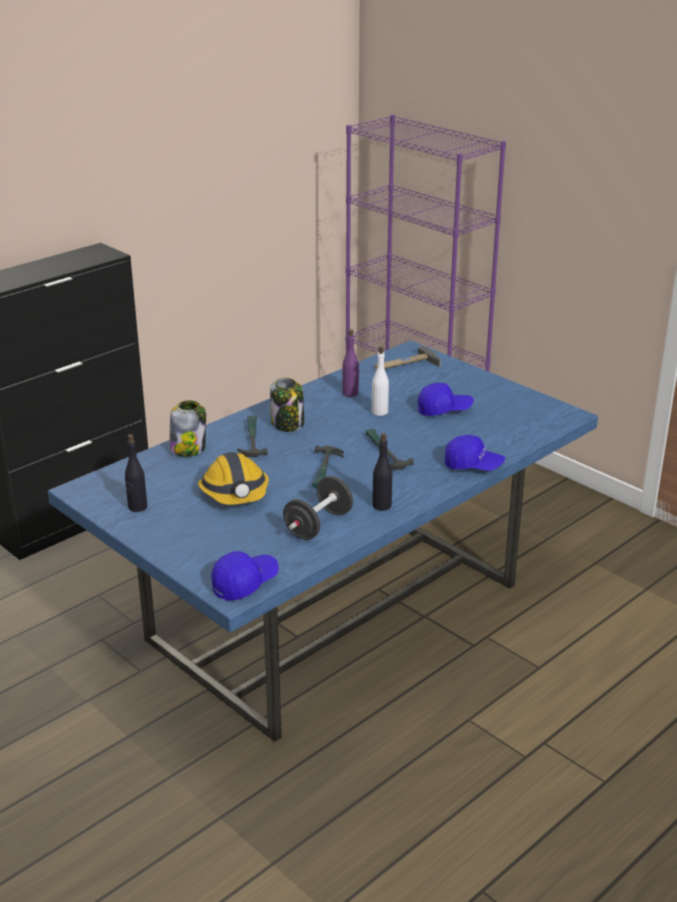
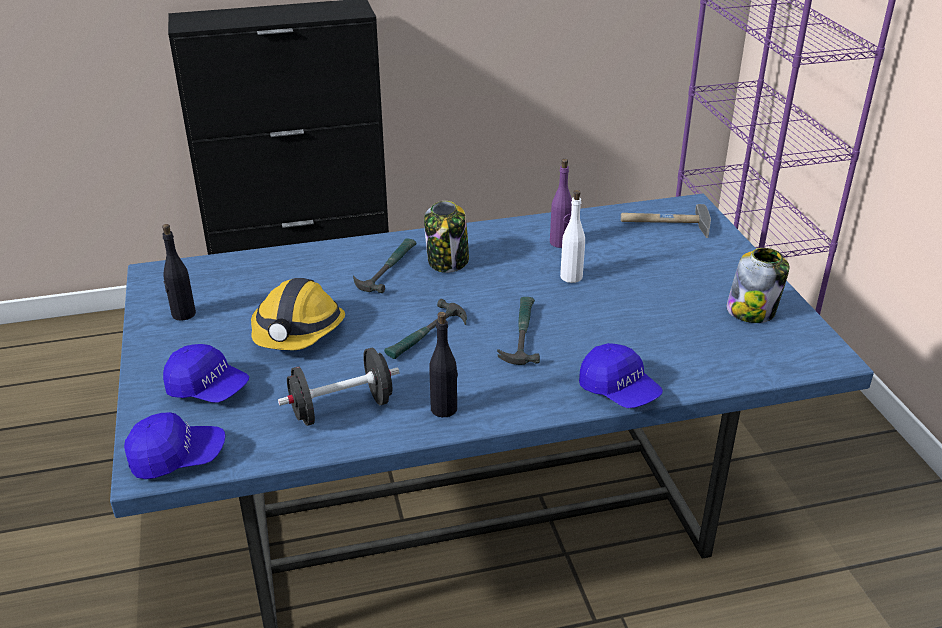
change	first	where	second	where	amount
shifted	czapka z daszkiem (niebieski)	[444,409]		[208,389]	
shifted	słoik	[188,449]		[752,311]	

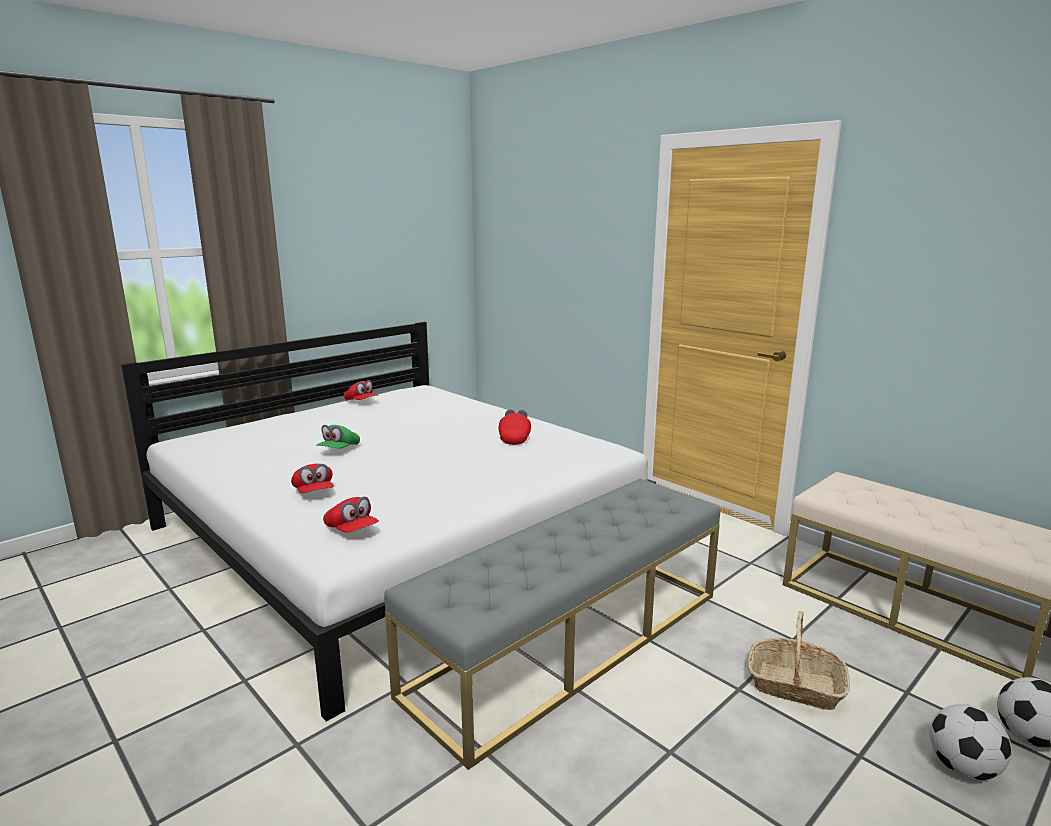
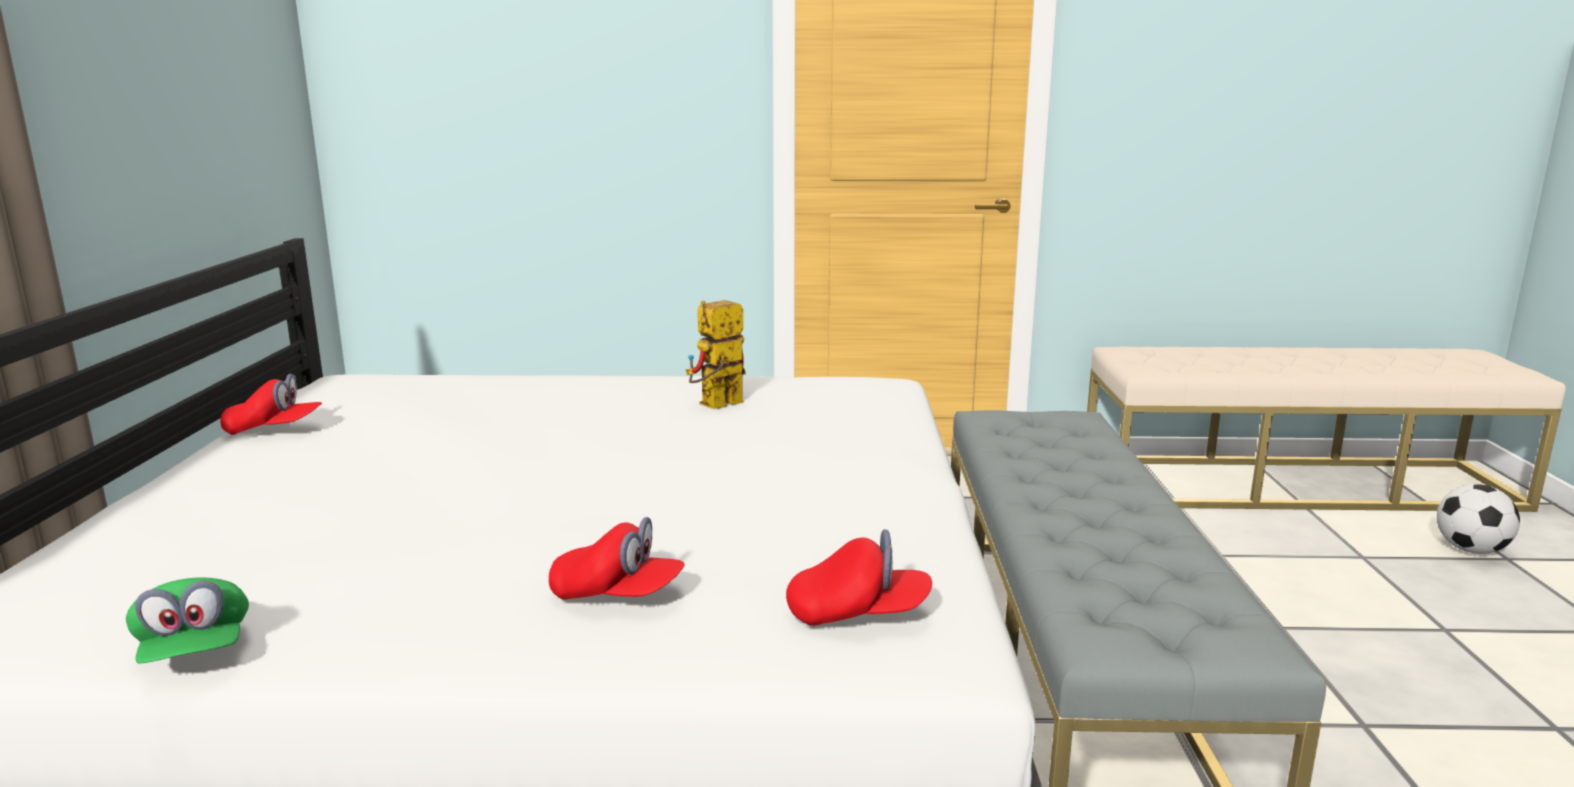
change	first	where	second	where	amount
swapped	czapka z daszkiem (czerwony)	[515,438]	robot zabawkowy	[716,406]	
shifted	czapka z daszkiem (zielony)	[339,450]		[195,652]	
gone	koszyk	[794,685]			
gone	piłka futbolowa	[963,768]			

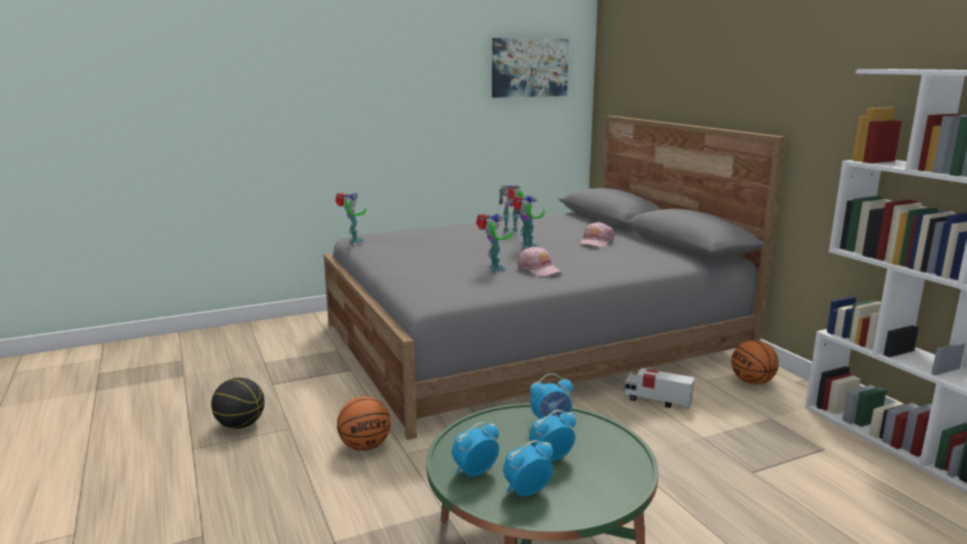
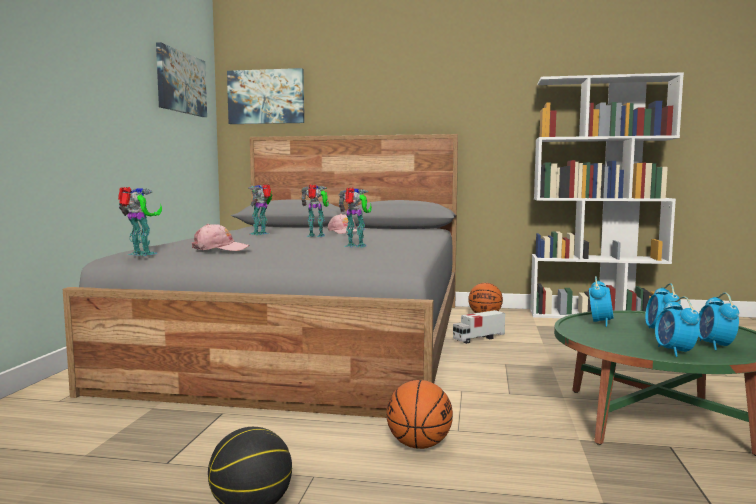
change	first	where	second	where	amount
shifted	czapka z daszkiem (różowy)	[539,269]		[220,249]	
new			obraz	[266,97]	

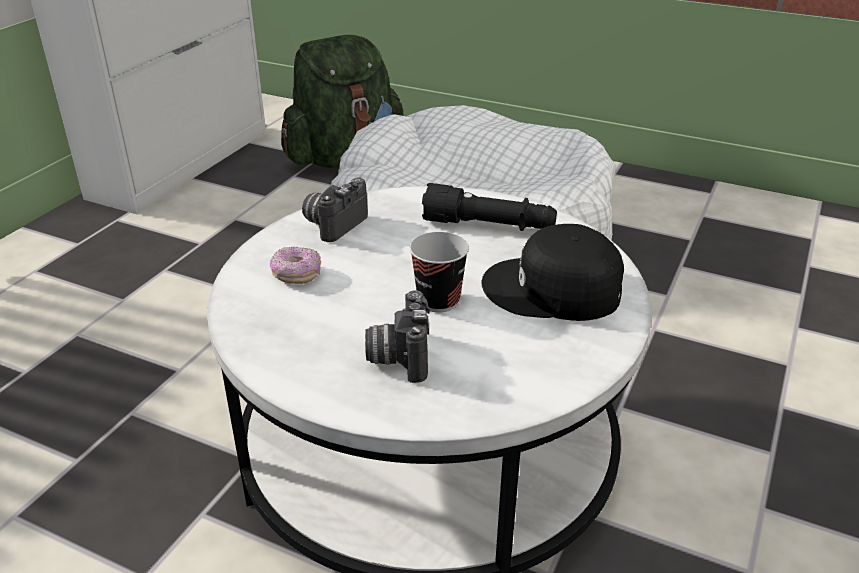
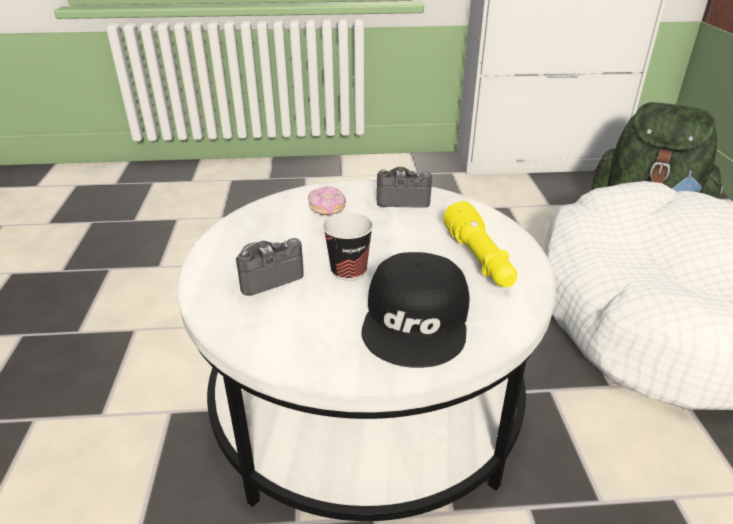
change	first	where	second	where	amount
repainted	latarka (czarny)	[489,226]	latarka (żółty)	[479,260]	
rotated	czapka z daszkiem (czarny)	[553,290]		[417,321]	150 degrees counterclockwise

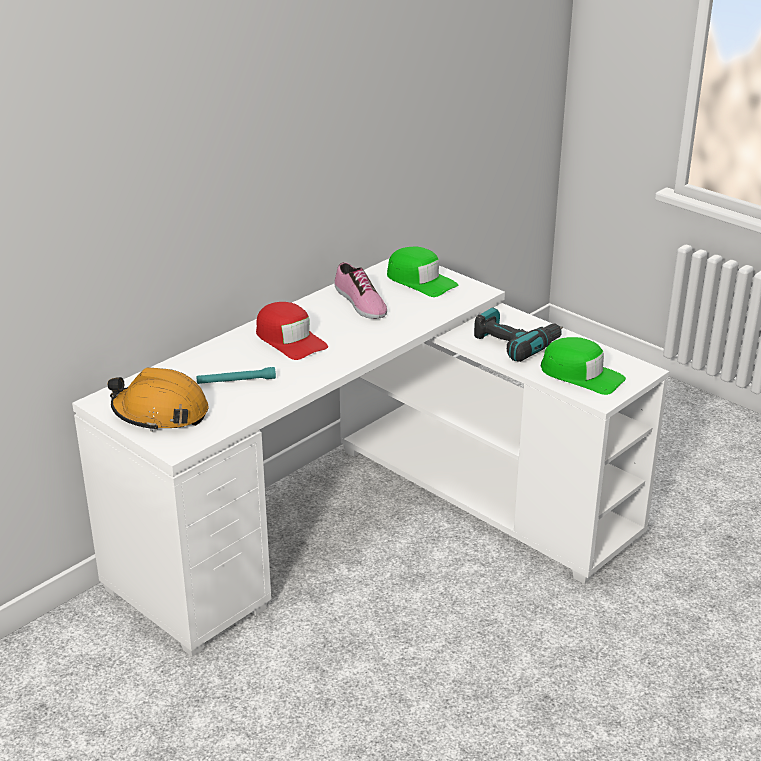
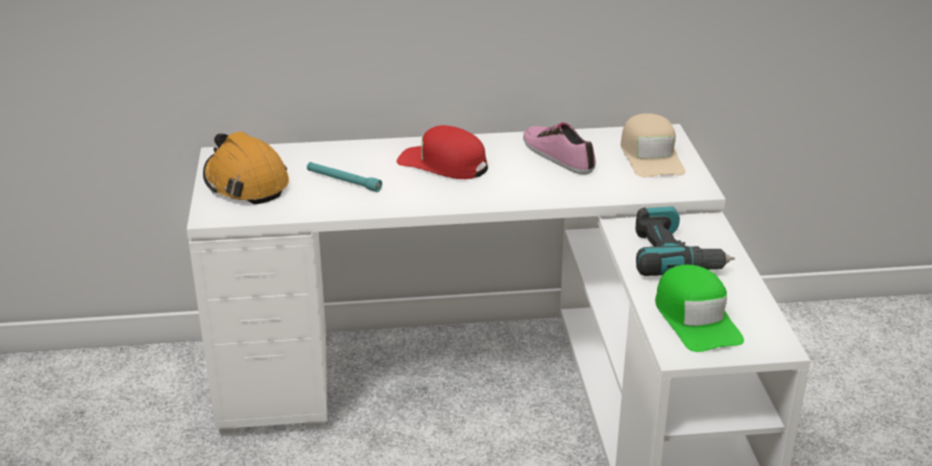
change	first	where	second	where	amount
repainted	czapka z daszkiem (zielony)	[420,281]	czapka z daszkiem (beżowy)	[651,156]	
rotated	but	[359,302]		[558,155]	135 degrees clockwise
rotated	czapka z daszkiem (czerwony)	[290,339]		[443,164]	120 degrees clockwise

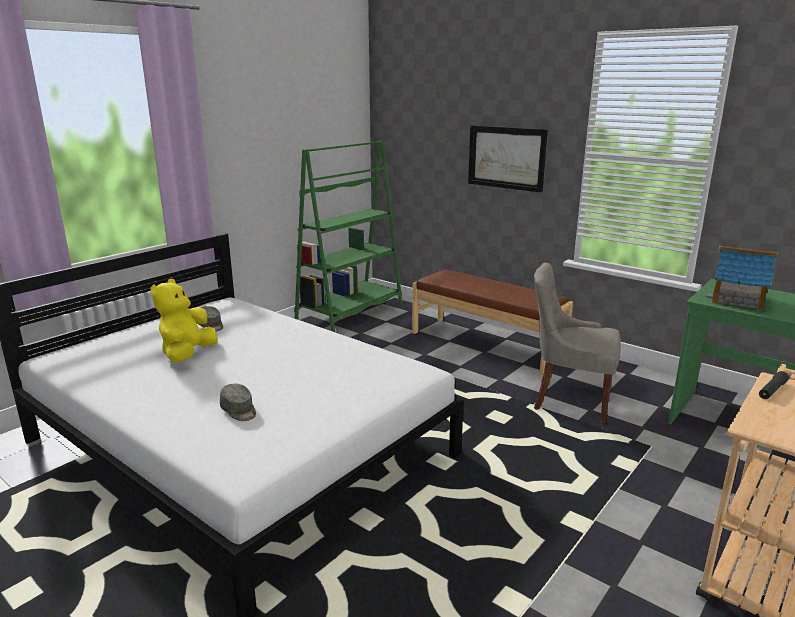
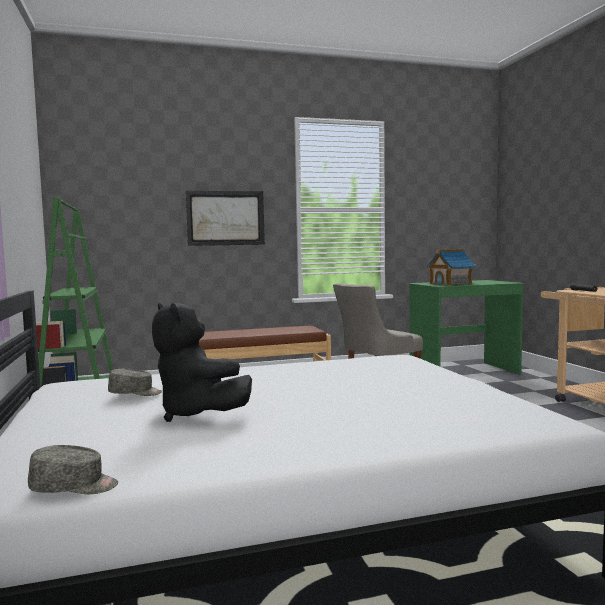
change	first	where	second	where	amount
repainted	pluszak (żółty)	[188,355]	pluszak (czarny)	[197,413]	
shifted	czapka z daszkiem (szary)	[239,411]		[74,487]	

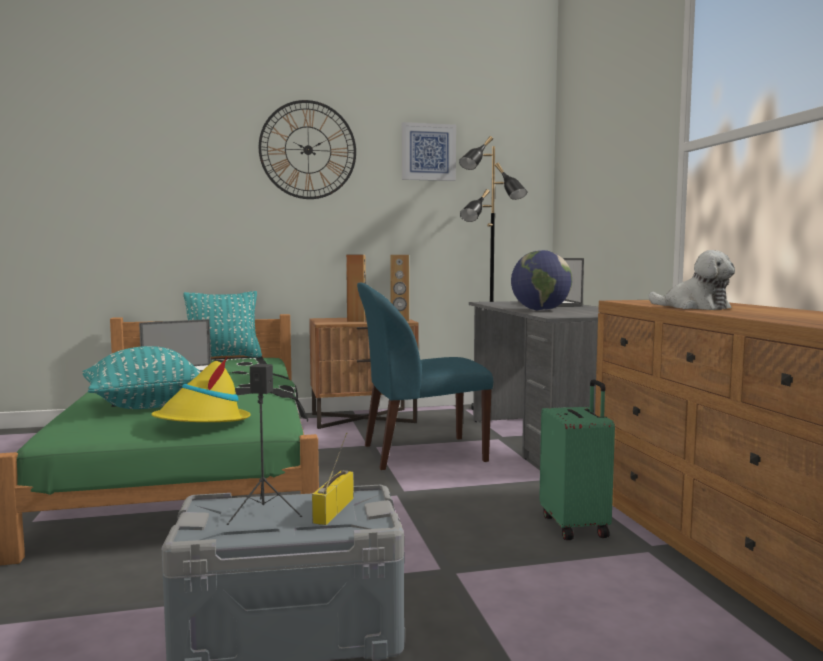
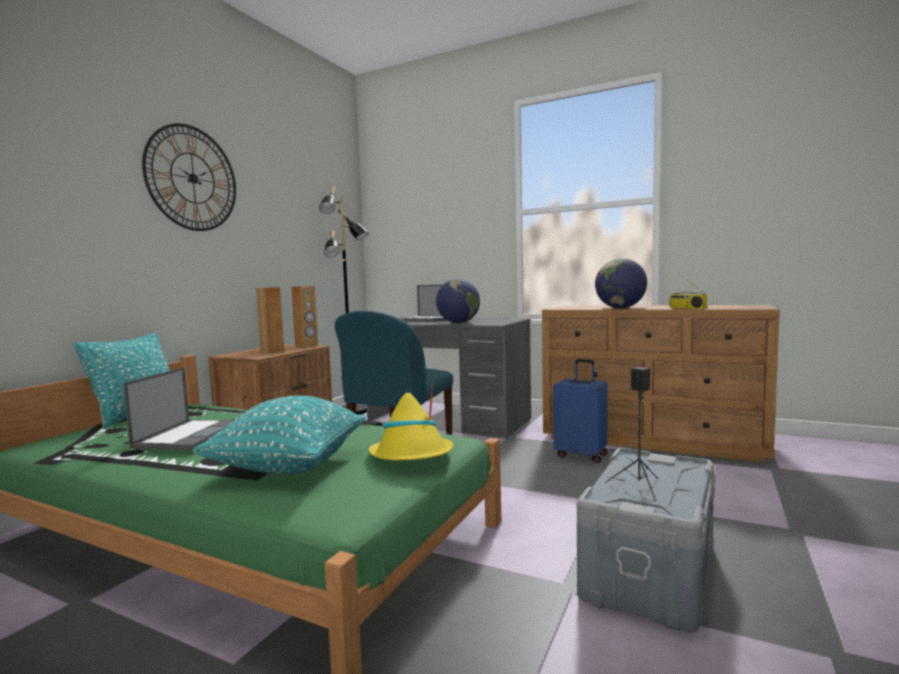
change	first	where	second	where	amount
gone	obraz	[428,152]			
swapped	pluszak	[694,307]	globus	[620,308]	
repainted	walizka (zielony)	[576,526]	walizka (niebieski)	[581,455]	
shifted	radio	[333,509]		[686,308]	

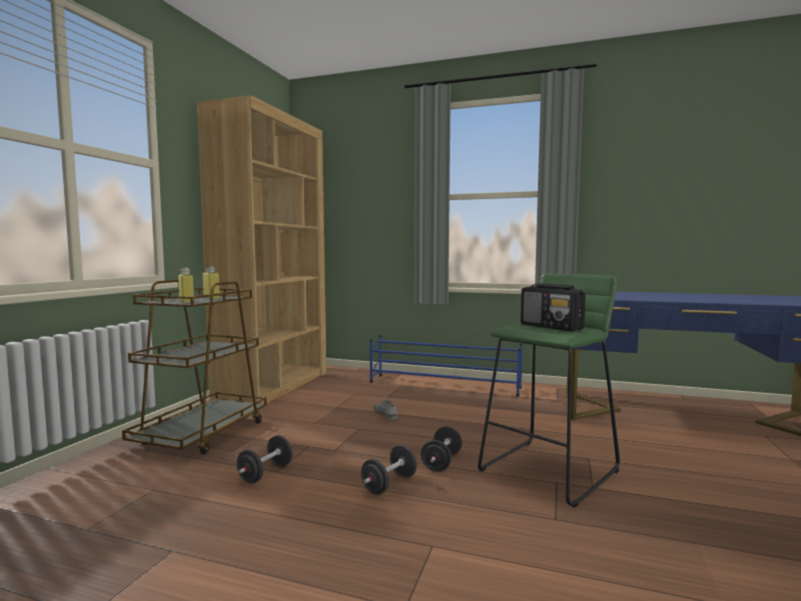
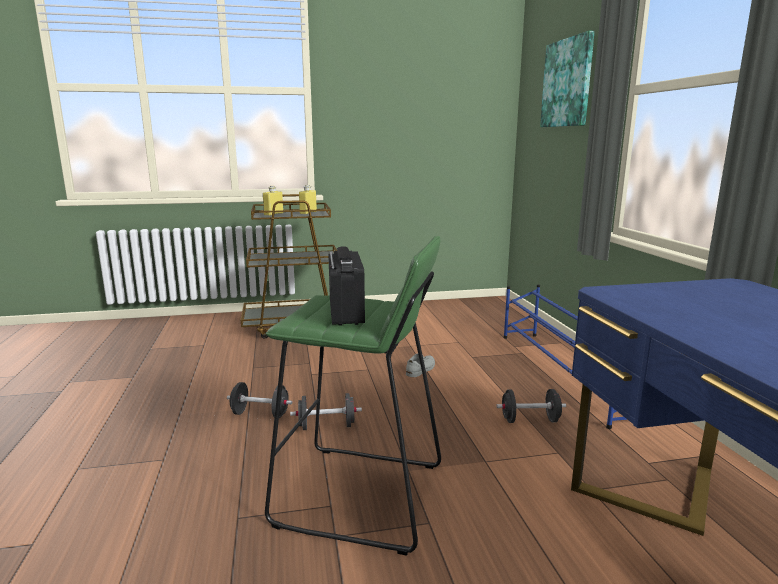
change	first	where	second	where	amount
gone	regał (brązowy)	[274,386]			
rotated	radio	[551,327]		[346,311]	150 degrees clockwise
shifted	hantel (czarny)	[265,473]		[530,420]	
new			obraz	[567,83]	

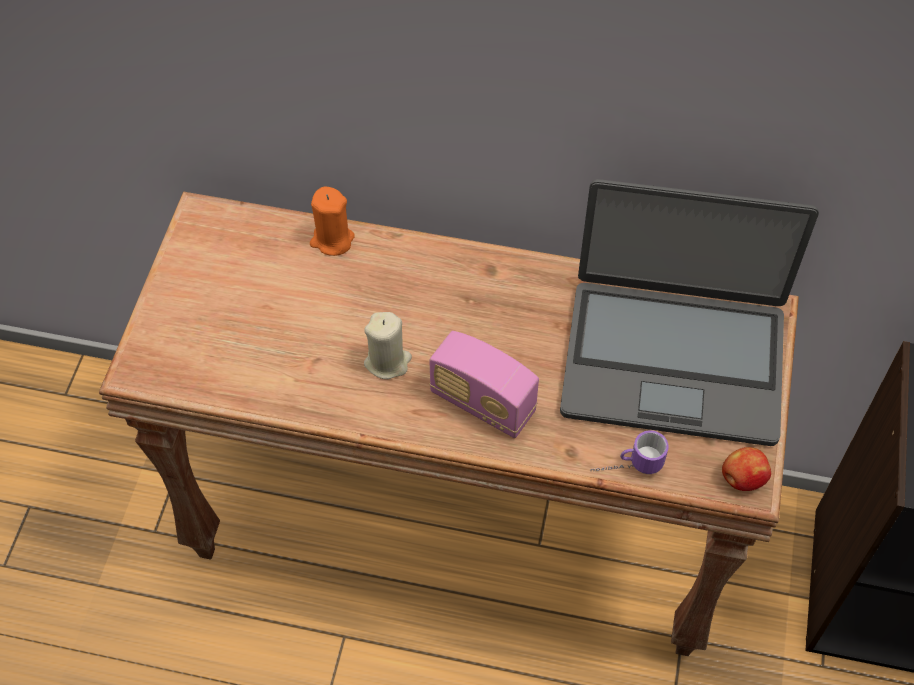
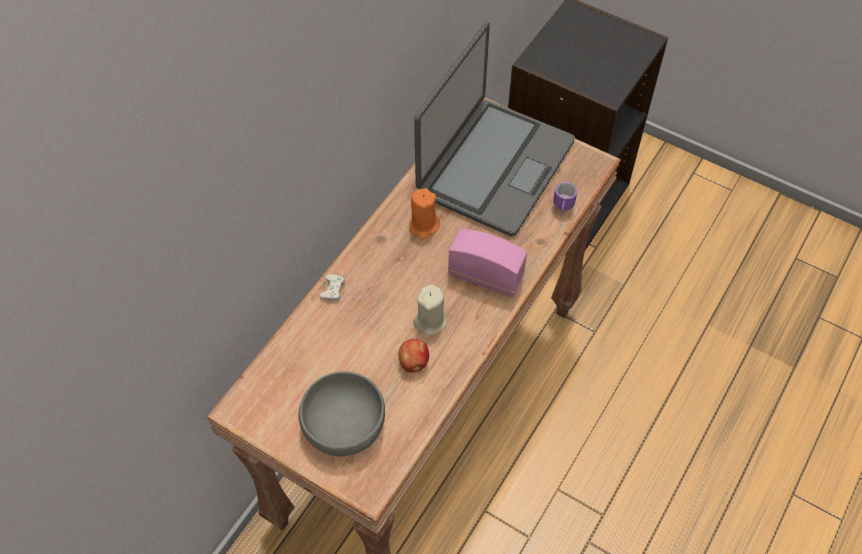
change	first	where	second	where	amount
shifted	świeca (pomarańczowy)	[332,240]		[423,226]	
rotated	radio	[482,403]		[485,276]	120 degrees counterclockwise
shifted	jabłko	[742,479]		[414,363]	
new			pad do gier (biały)	[354,297]	
new			miska (szary)	[344,424]	

